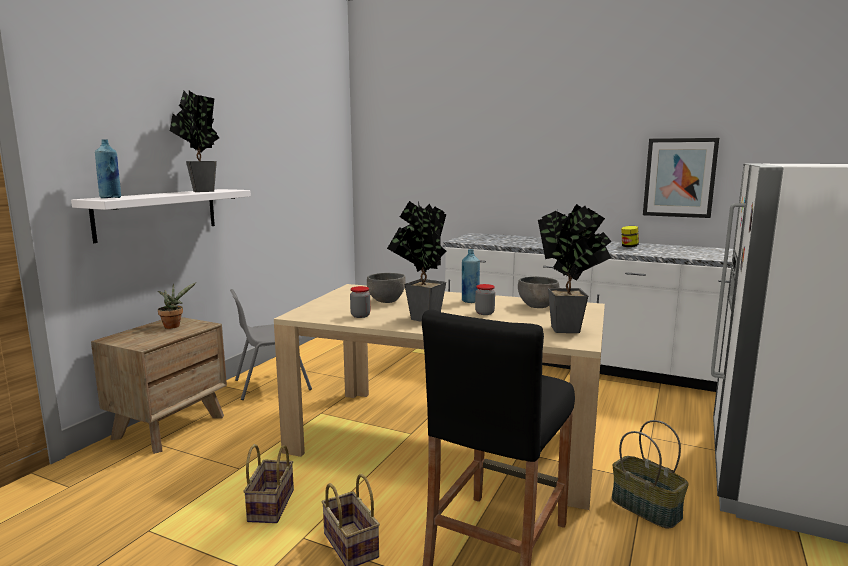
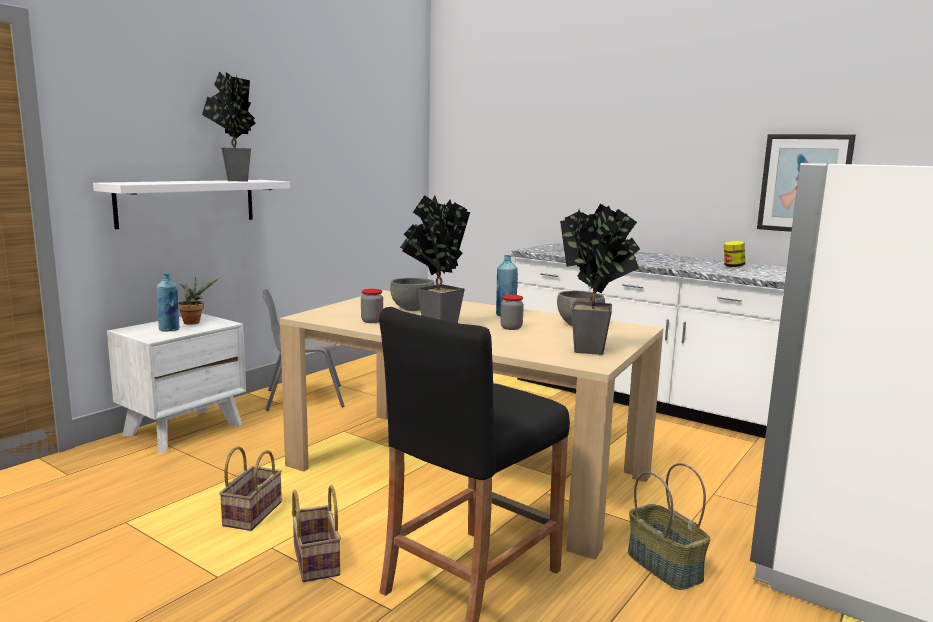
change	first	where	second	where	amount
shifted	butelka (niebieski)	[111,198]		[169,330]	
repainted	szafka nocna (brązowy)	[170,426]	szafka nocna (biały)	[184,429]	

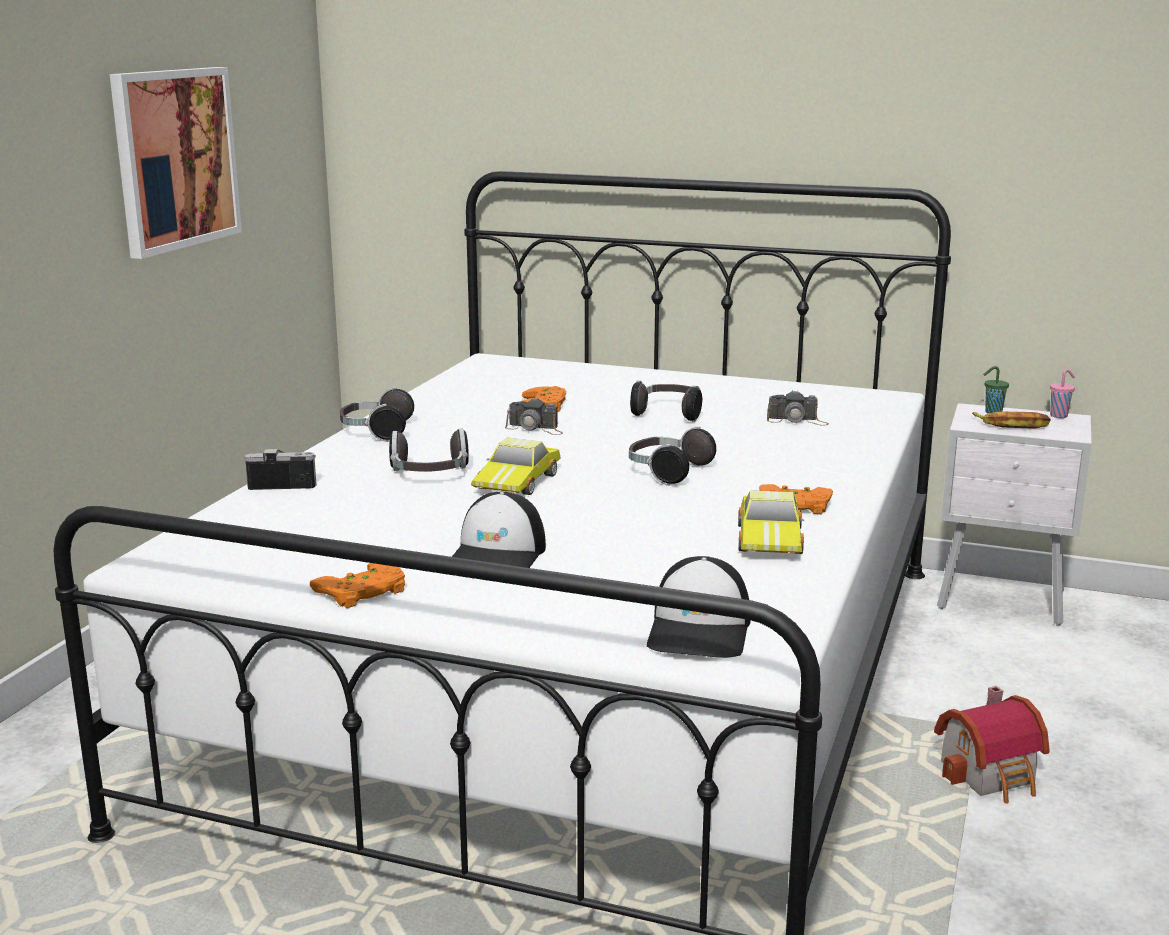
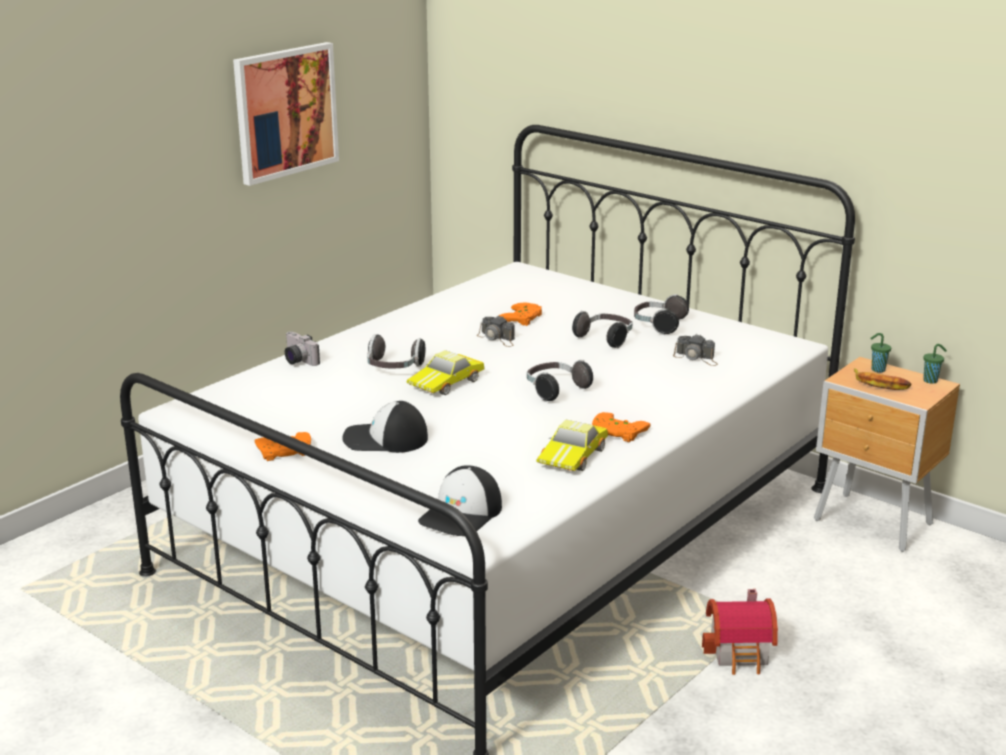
change	first	where	second	where	amount
repainted	filiżanka (różowy)	[1059,416]	filiżanka (zielony)	[931,381]	
shifted	słuchawki	[376,431]		[658,325]	
repainted	szafka nocna (biały)	[1004,602]	szafka nocna (brązowy)	[874,524]	
rotated	aparat fotograficzny	[283,482]		[297,360]	150 degrees counterclockwise
rotated	czapka z daszkiem	[497,556]		[385,439]	60 degrees clockwise

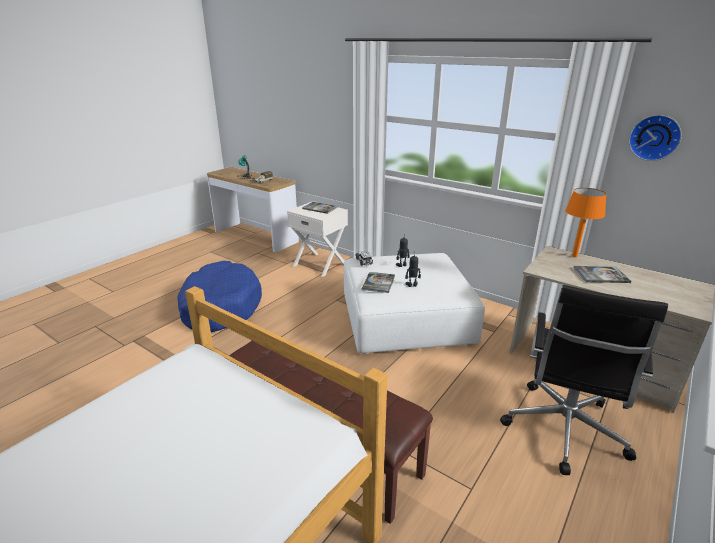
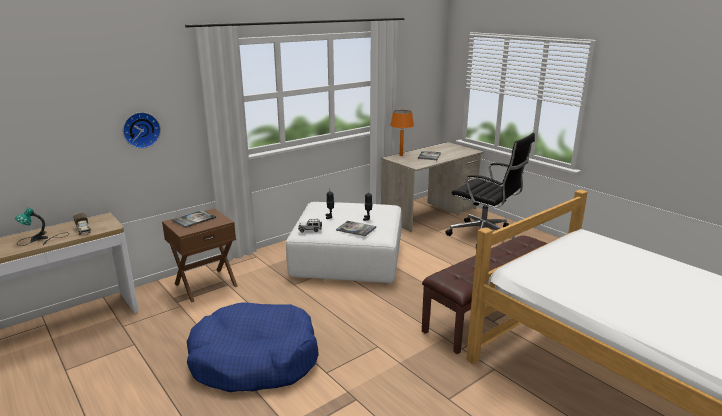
change	first	where	second	where	amount
shifted	zegar ścienny	[654,137]		[141,129]	
repainted	szafka nocna (biały)	[320,264]	szafka nocna (brązowy)	[205,284]	

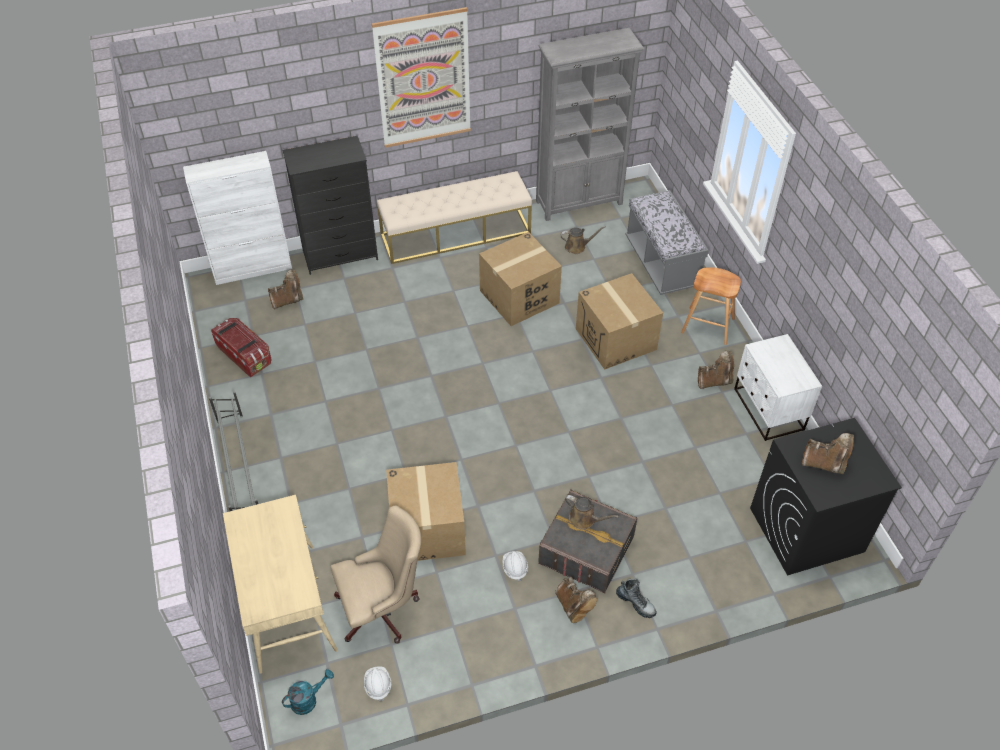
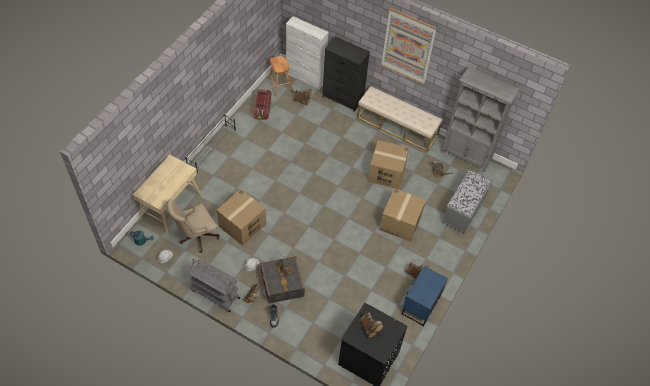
change	first	where	second	where	amount
shifted	stołek (brązowy)	[707,326]		[280,86]	
repainted	szafka nocna (biały)	[768,410]	szafka nocna (niebieski)	[420,305]	
rotated	krzesło biurowe (beżowy)	[383,609]		[196,236]	120 degrees clockwise
new			wózek (szary)	[215,294]	

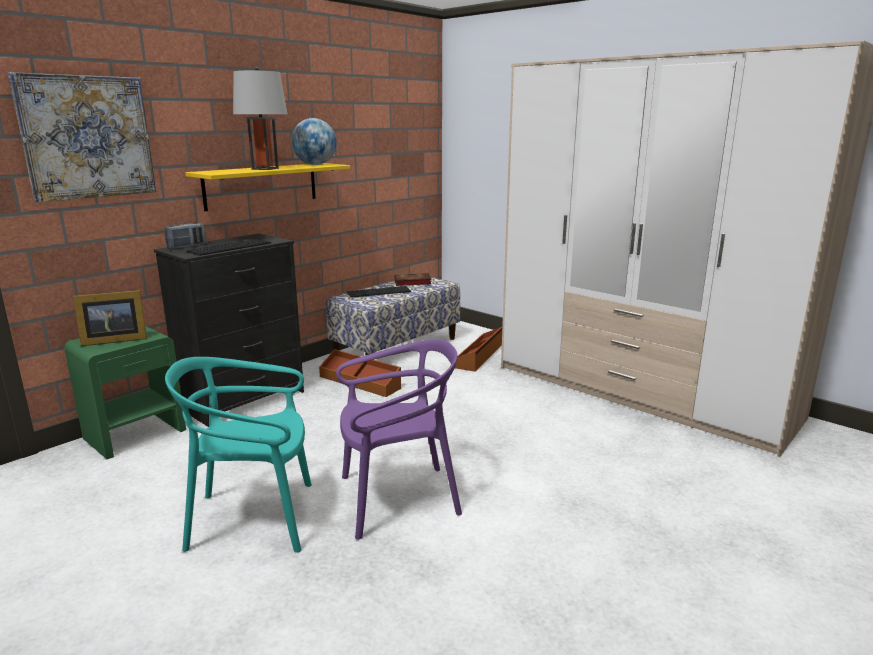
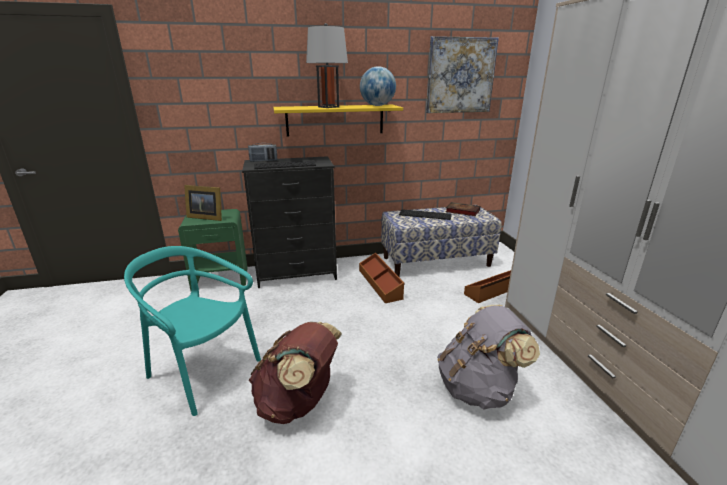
change	first	where	second	where	amount
shifted	obraz	[87,137]		[460,75]	
swapped	krzesło (fioletowy)	[397,499]	plecak (brązowy)	[298,403]	
new			plecak (szary)	[478,388]	

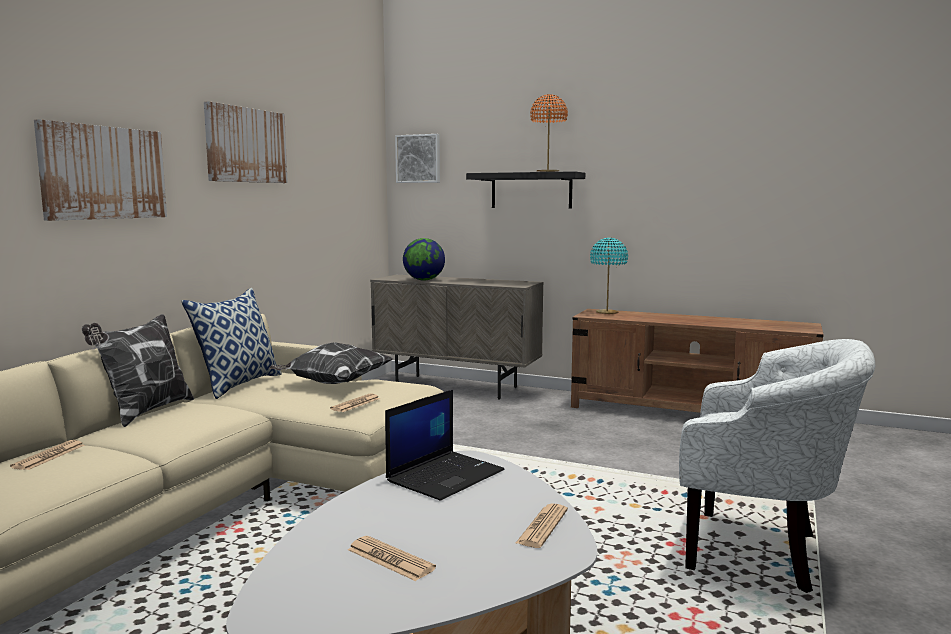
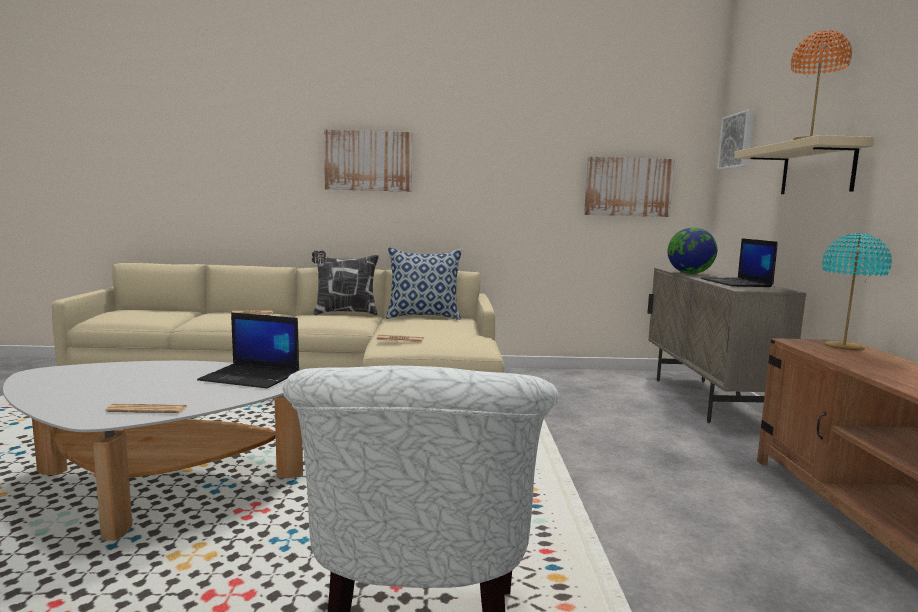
change	first	where	second	where	amount
shifted	obraz	[246,145]		[628,187]	
repainted	półka (czarny)	[531,190]	półka (beżowy)	[817,169]	
gone	poduszka	[333,384]			
gone	gazeta	[390,559]			
new			laptop	[736,283]	

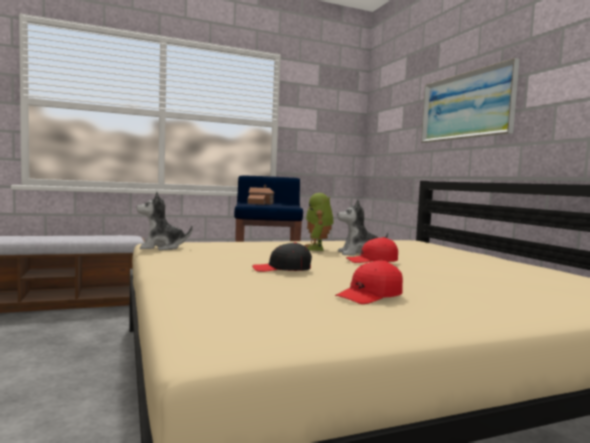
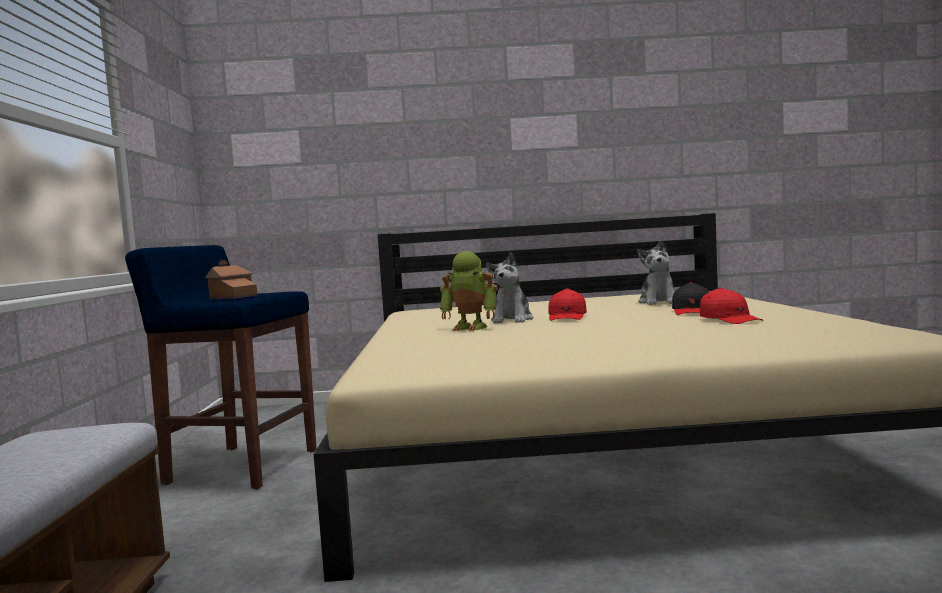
change	first	where	second	where	amount
gone	obraz	[466,106]			
shifted	pluszak	[162,247]		[658,302]	
shifted	czapka z daszkiem (czarny)	[282,269]		[692,311]	

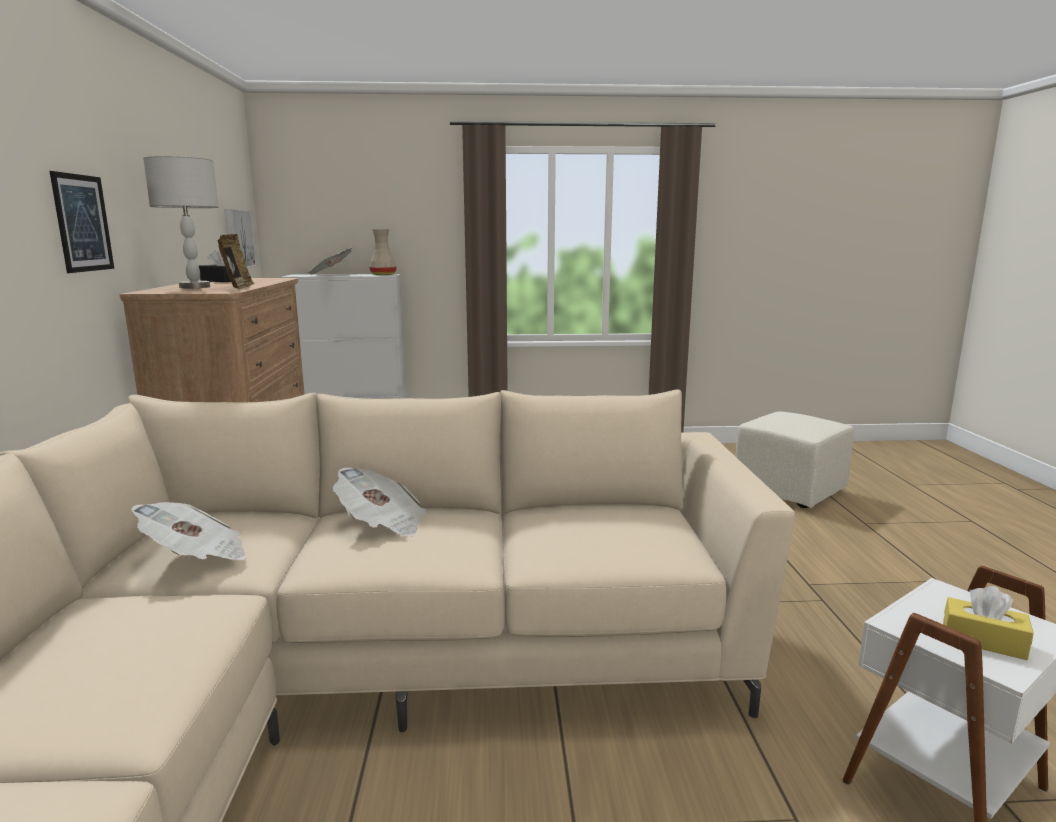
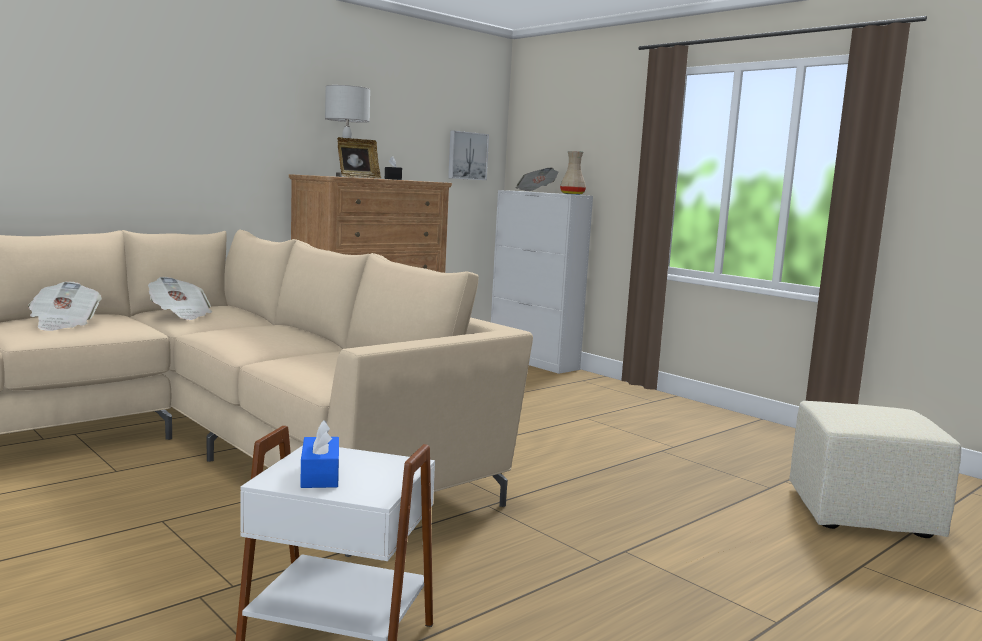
change	first	where	second	where	amount
gone	obraz	[83,223]			
shifted	gazeta	[382,523]		[64,324]	
repainted	pudełko chusteczek (żółty)	[983,640]	pudełko chusteczek (niebieski)	[320,475]	

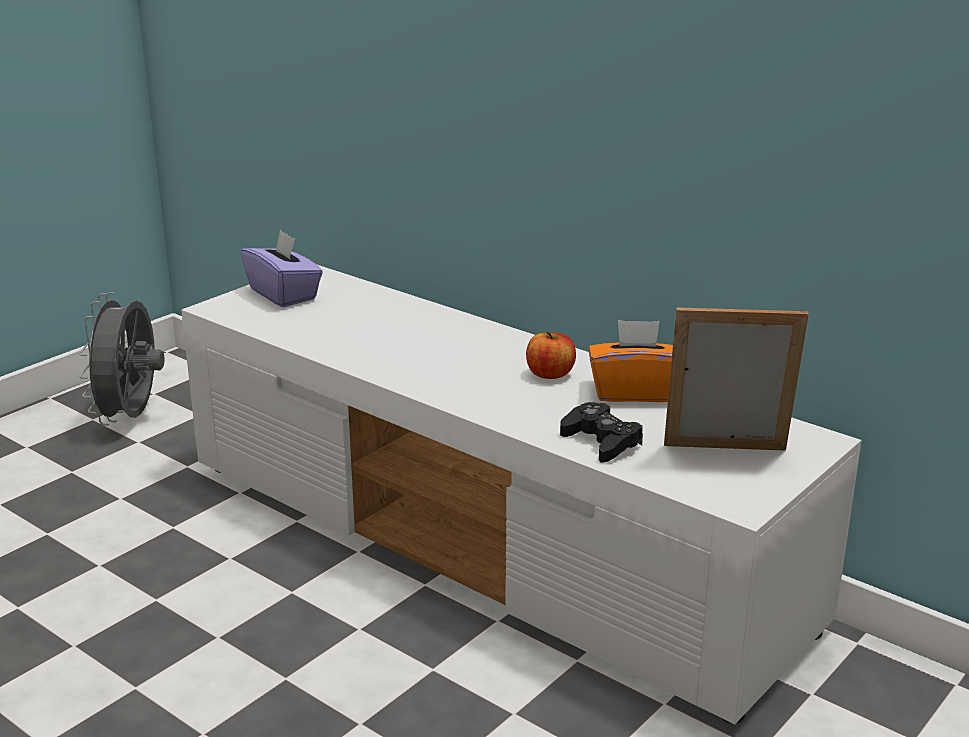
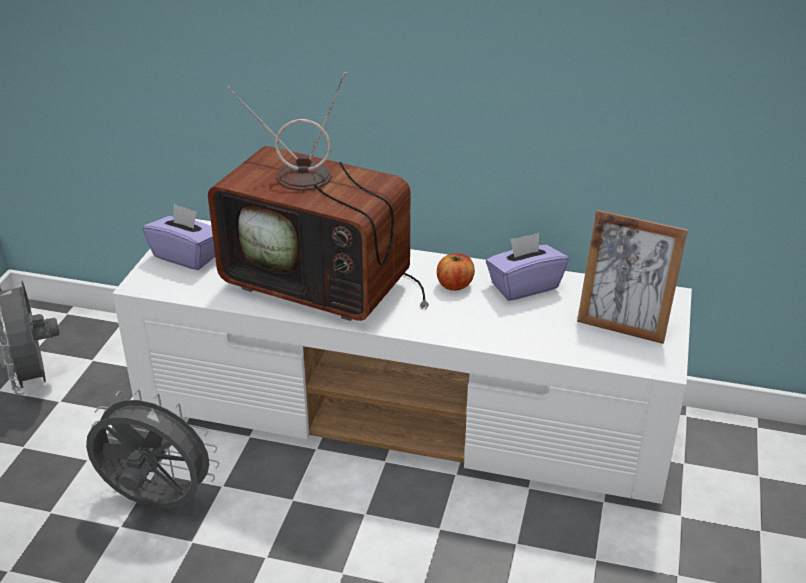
change	first	where	second	where	amount
rotated	ramka na zdjęcie	[726,455]		[622,325]	135 degrees counterclockwise
repainted	pudełko chusteczek (pomarańczowy)	[635,392]	pudełko chusteczek (fioletowy)	[524,286]	
gone	pad do gier (czarny)	[601,441]			
new			telewizor	[324,283]	
new			wentylator (szary)	[156,503]	

